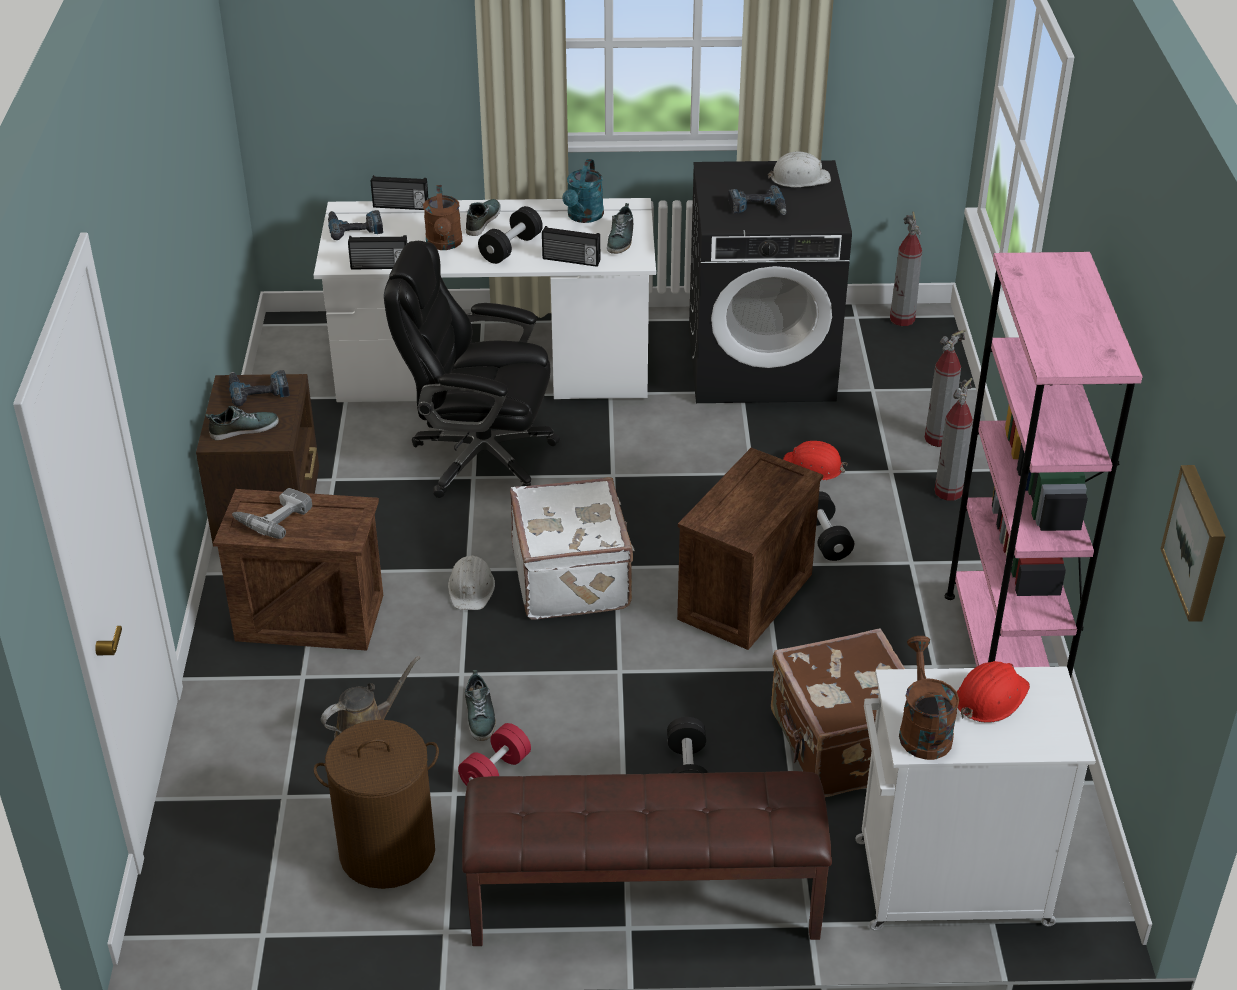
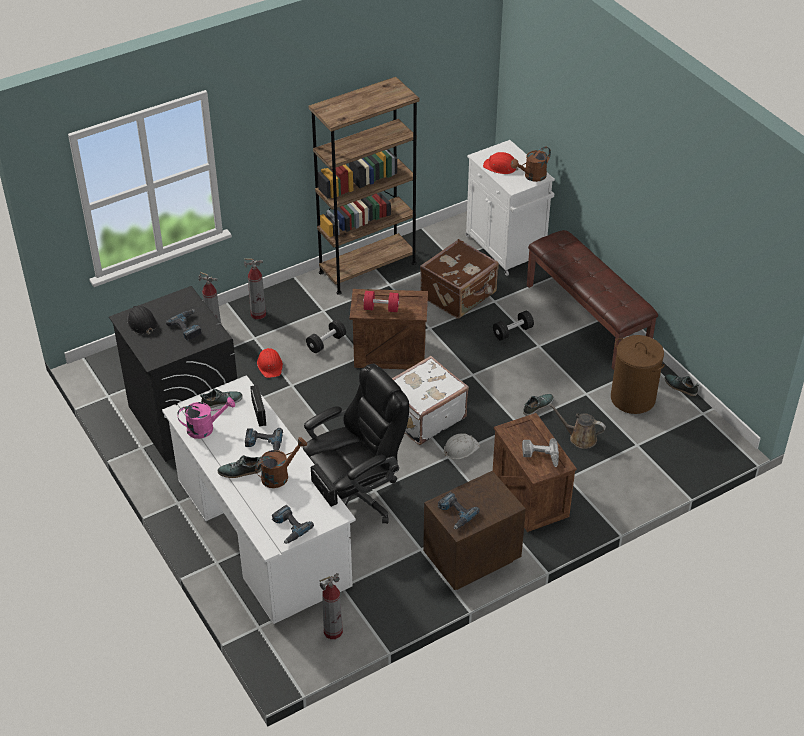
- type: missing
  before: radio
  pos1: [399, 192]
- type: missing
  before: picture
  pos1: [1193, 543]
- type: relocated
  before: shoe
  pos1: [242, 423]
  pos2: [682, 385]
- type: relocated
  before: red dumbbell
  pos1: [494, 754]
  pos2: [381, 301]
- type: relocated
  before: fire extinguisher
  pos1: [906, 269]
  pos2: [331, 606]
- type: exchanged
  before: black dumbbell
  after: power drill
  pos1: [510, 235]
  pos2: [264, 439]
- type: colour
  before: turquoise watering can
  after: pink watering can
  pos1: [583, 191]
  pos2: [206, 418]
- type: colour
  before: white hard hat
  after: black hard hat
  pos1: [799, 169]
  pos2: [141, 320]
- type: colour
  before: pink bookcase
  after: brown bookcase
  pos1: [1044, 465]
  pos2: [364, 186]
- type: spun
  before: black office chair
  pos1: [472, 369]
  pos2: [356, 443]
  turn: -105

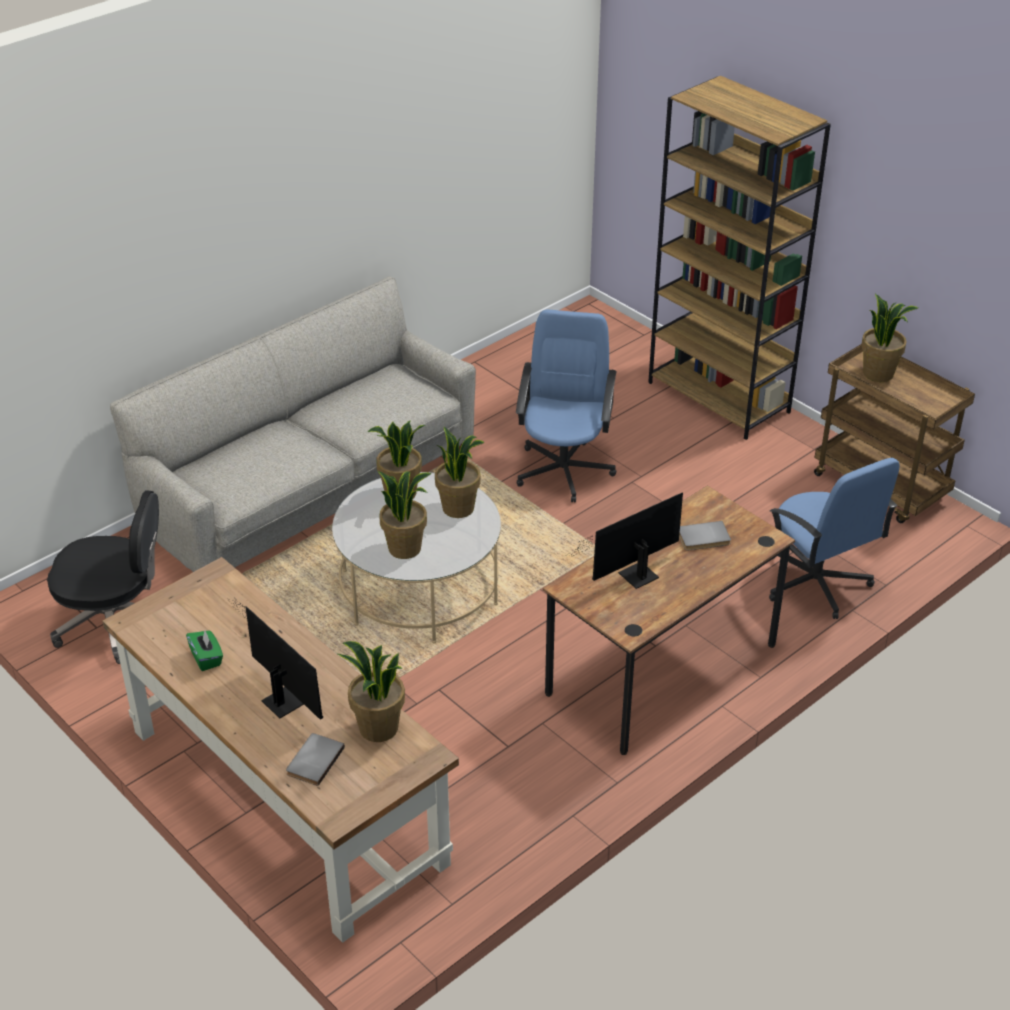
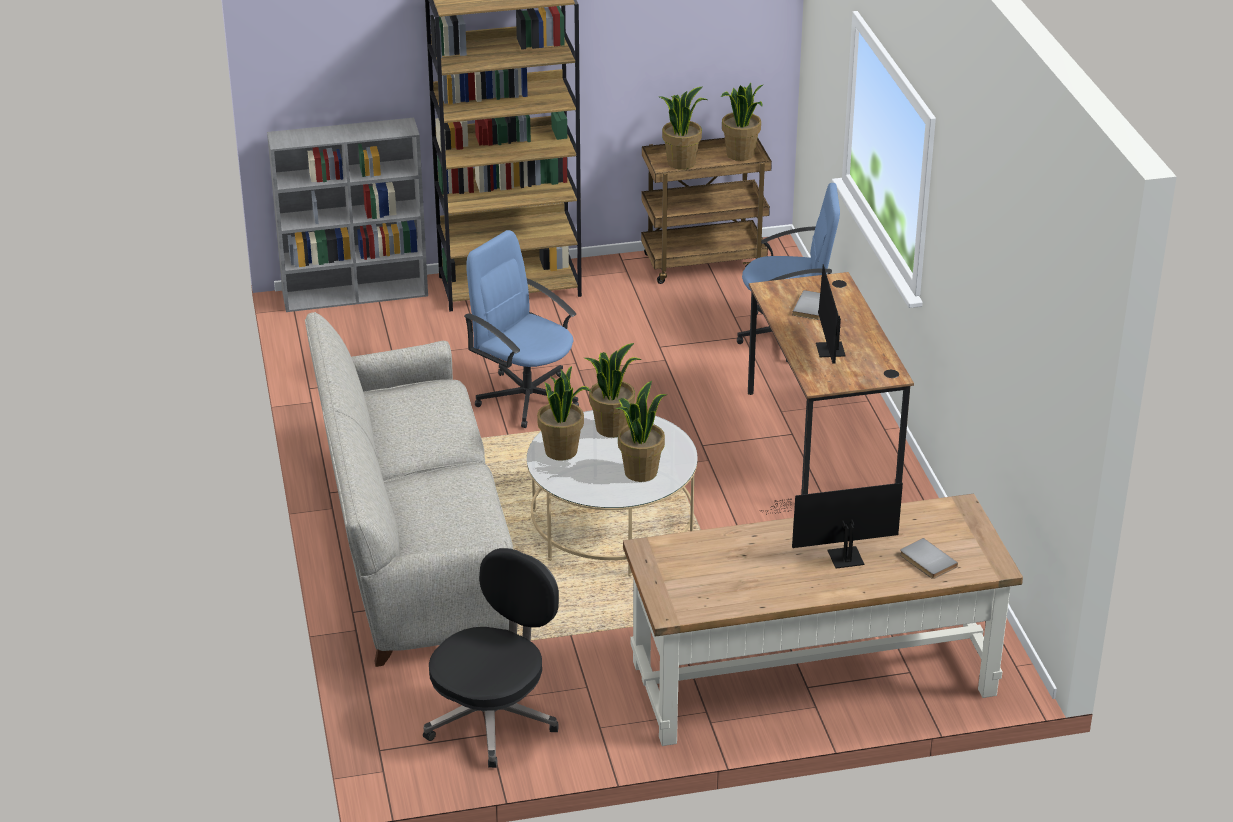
- type: missing
  before: green tissue box
  pos1: [204, 650]
- type: appeared
  after: grey bookcase
  pos2: [347, 215]
- type: relocated
  before: potted plant
  pos1: [370, 691]
  pos2: [742, 122]

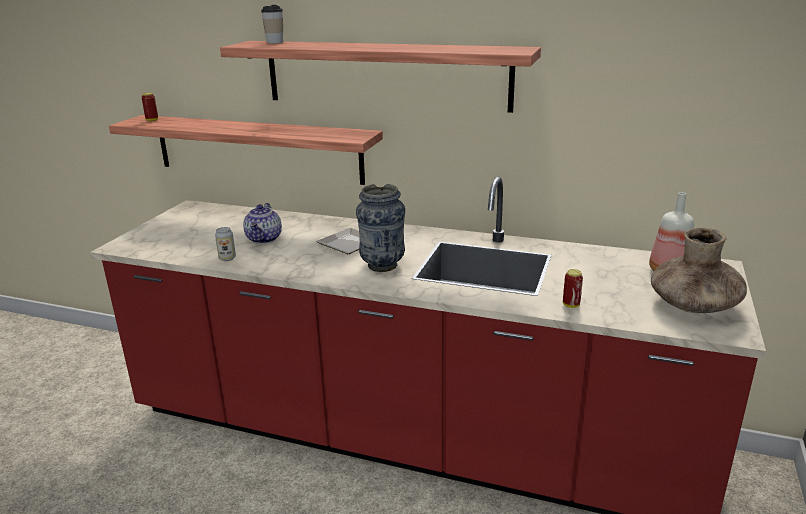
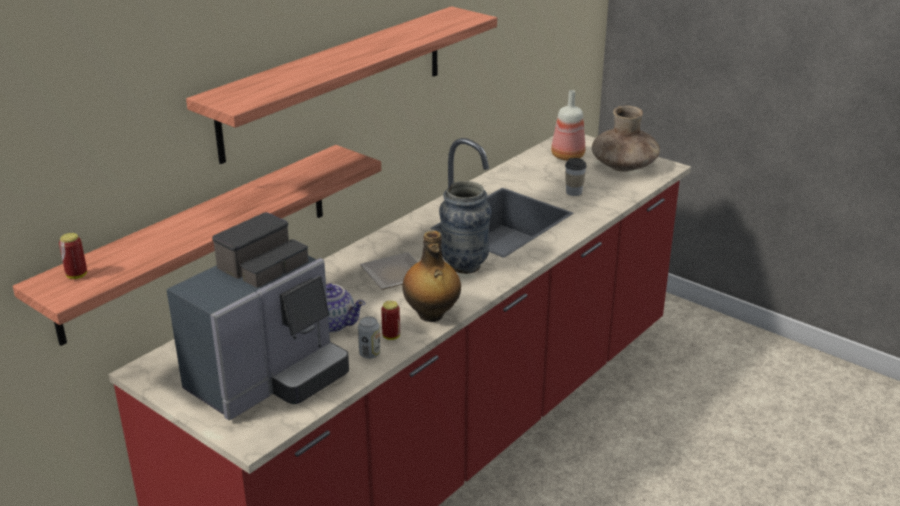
- type: appeared
  after: coffee machine
  pos2: [257, 316]
- type: appeared
  after: bottle
  pos2: [431, 276]
- type: relocated
  before: cup
  pos1: [272, 24]
  pos2: [576, 177]
- type: relocated
  before: can
  pos1: [573, 288]
  pos2: [390, 320]

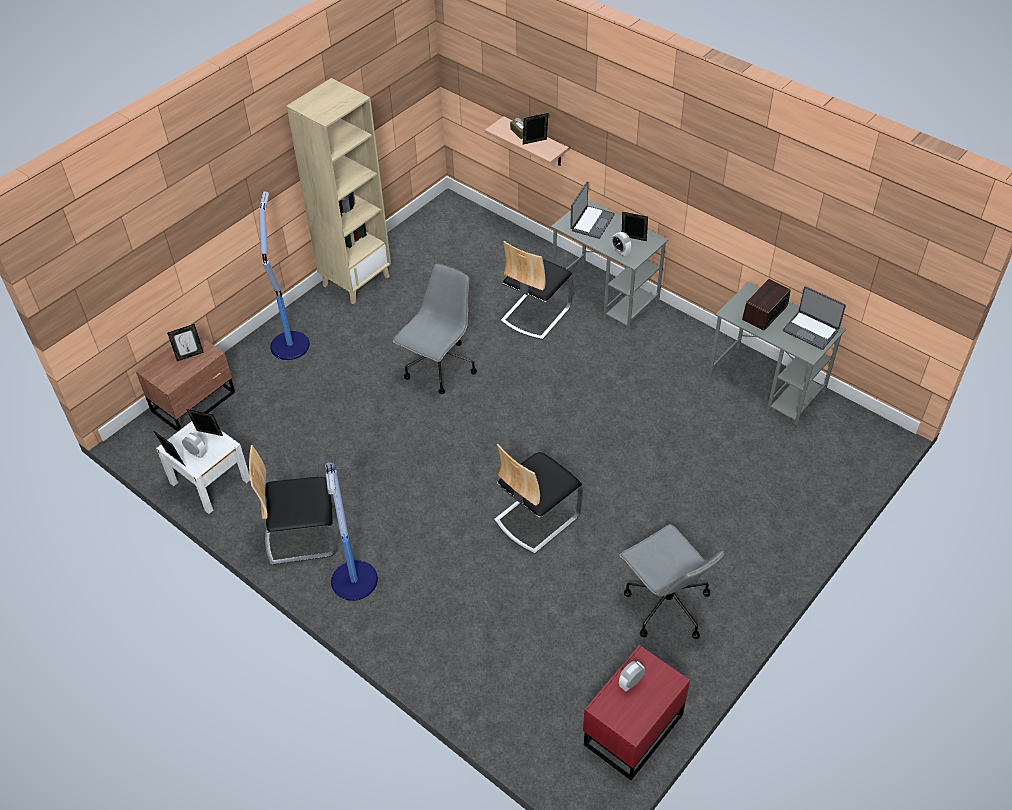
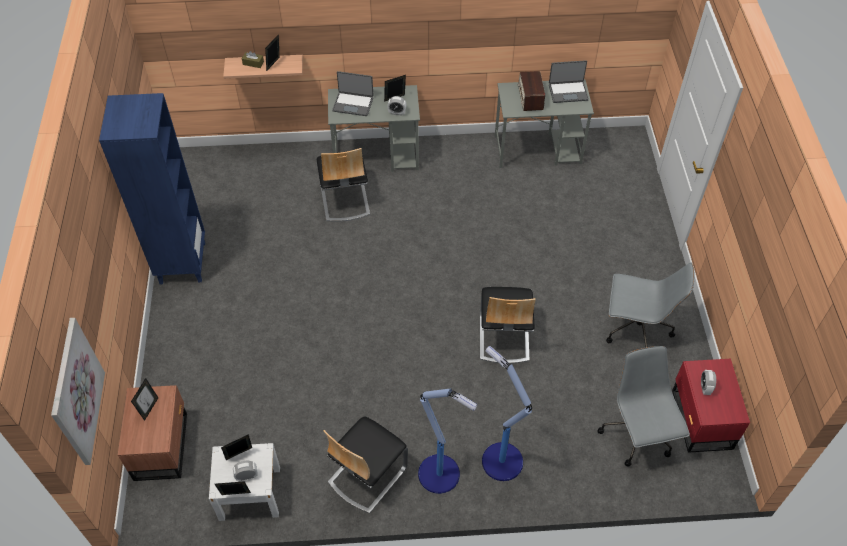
- type: appeared
  after: picture
  pos2: [78, 391]
- type: relocated
  before: floor lamp
  pos1: [284, 275]
  pos2: [507, 413]
- type: relocated
  before: grey office chair
  pos1: [435, 329]
  pos2: [643, 406]
- type: colour
  before: beige bookcase
  after: blue bookcase
  pos1: [338, 191]
  pos2: [152, 188]
- type: spun
  before: laptop
  pos1: [592, 210]
  pos2: [353, 93]
  turn: 120

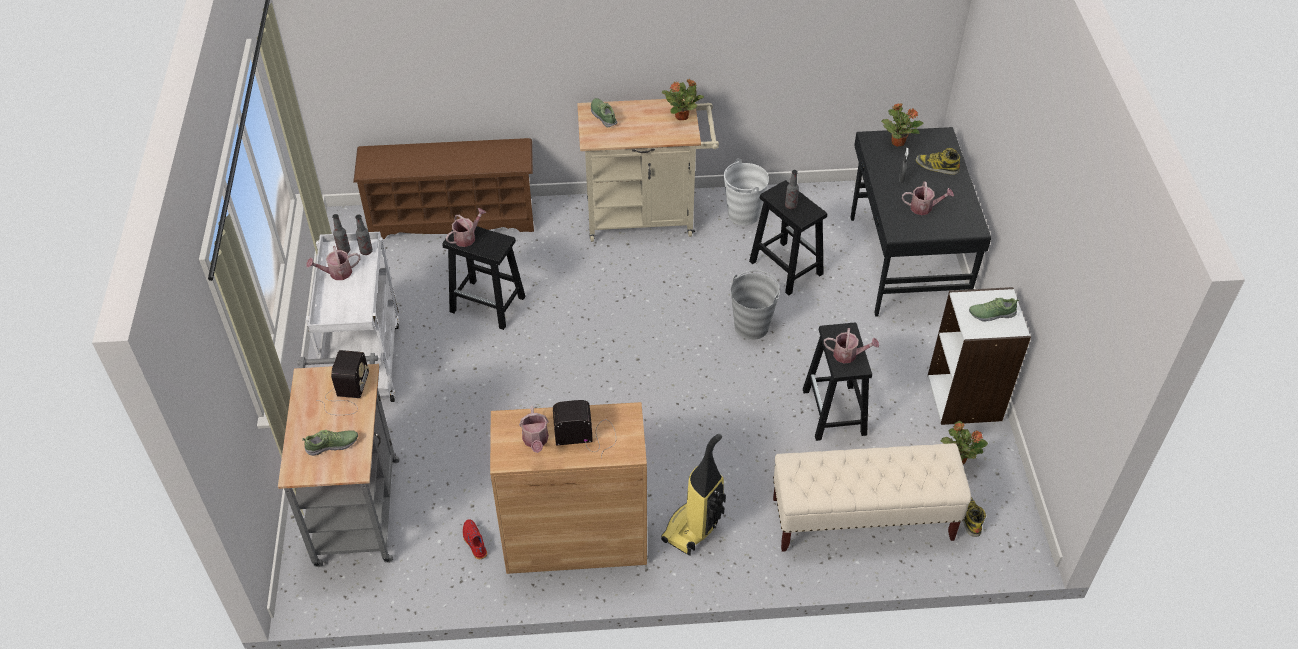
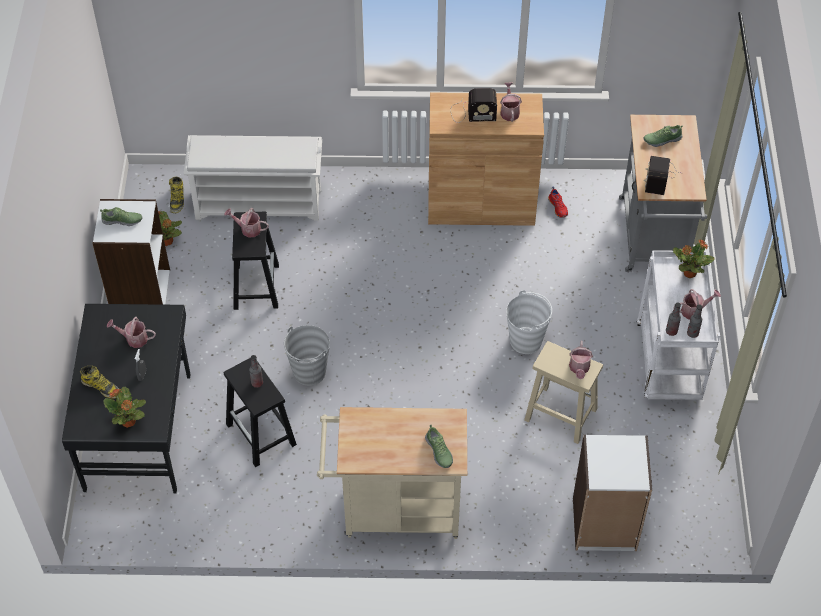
- type: missing
  before: vacuum cleaner
  pos1: [693, 495]
- type: relocated
  before: potted plant
  pos1: [683, 99]
  pos2: [694, 258]
- type: relocated
  before: white bucket
  pos1: [746, 191]
  pos2: [529, 322]
- type: exchanged
  before: brown shoe rack
  after: white bookcase
  pos1: [443, 188]
  pos2: [612, 493]
- type: exchanged
  before: beige bench
  after: white shoe rack
  pos1: [872, 497]
  pos2: [252, 178]
- type: colour
  before: black stool
  after: beige stool
  pos1: [483, 278]
  pos2: [563, 392]
- type: spun
  before: watering can
  pos1: [466, 227]
  pos2: [581, 360]
  turn: -45

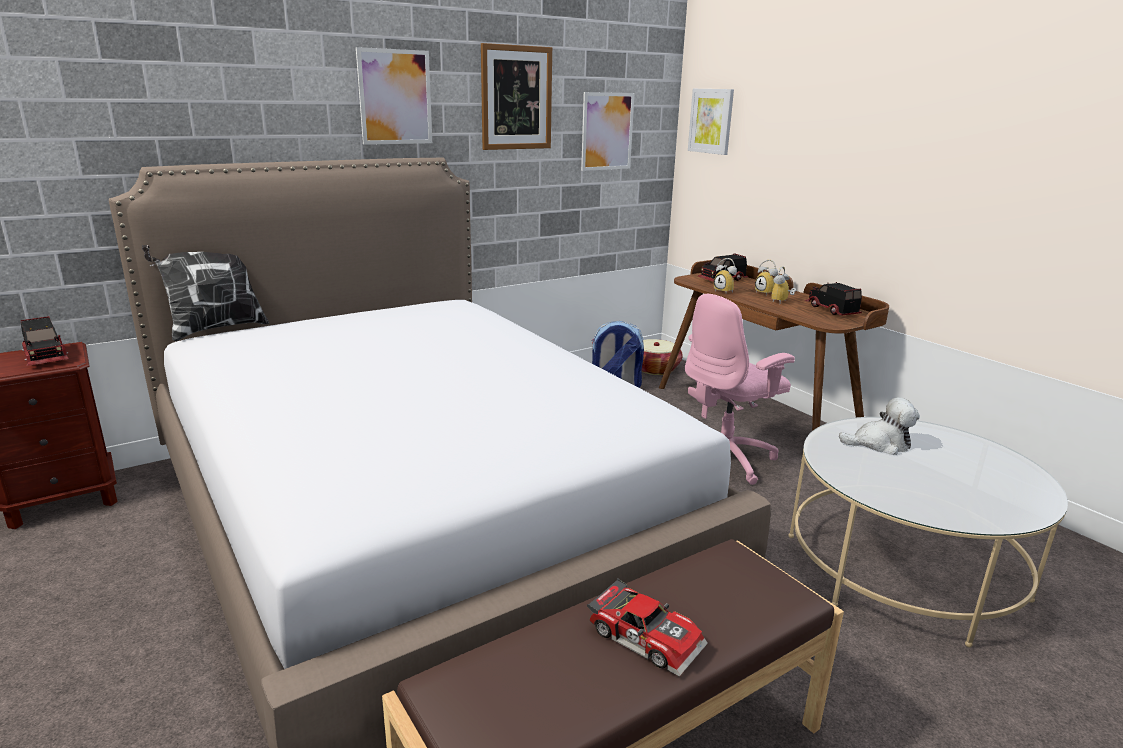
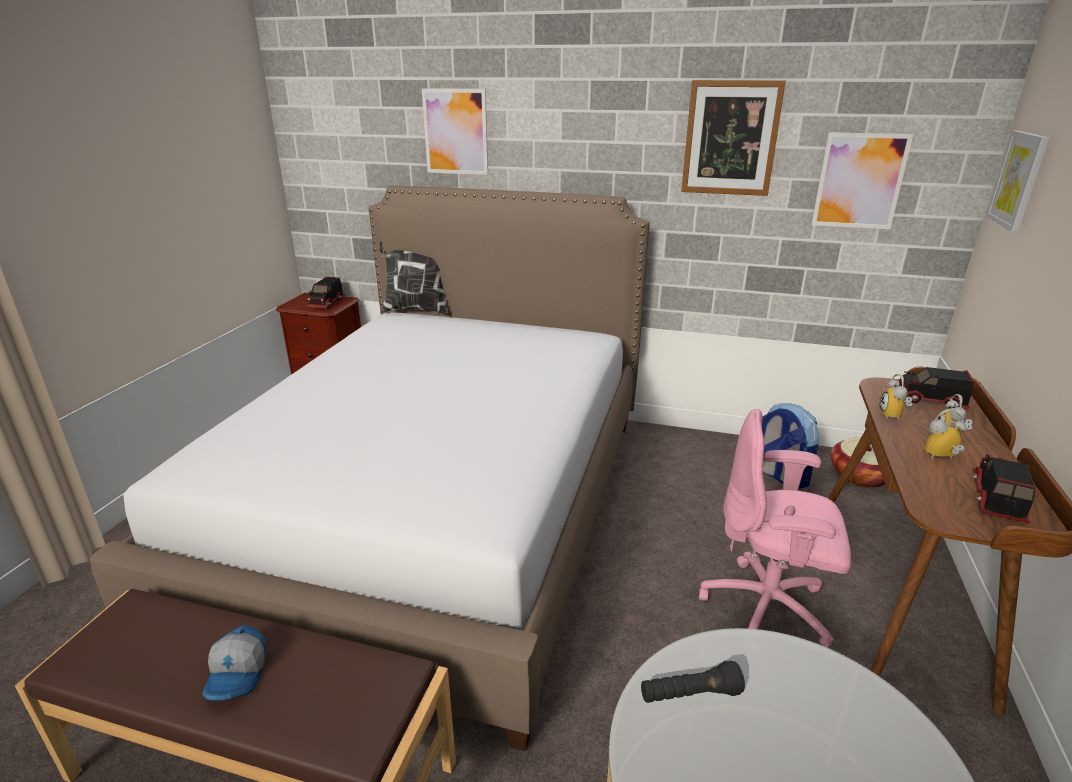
- type: missing
  before: plush toy
  pos1: [879, 426]
- type: appeared
  after: black flashlight
  pos2: [693, 682]
- type: relocated
  before: picture
  pos1: [394, 96]
  pos2: [455, 131]
- type: exchanged
  before: toy car
  after: cap
  pos1: [647, 627]
  pos2: [234, 663]

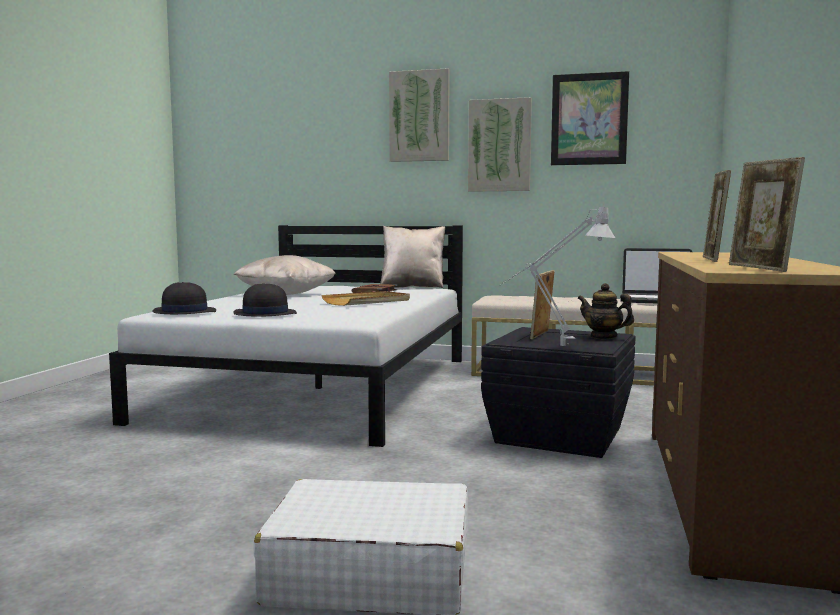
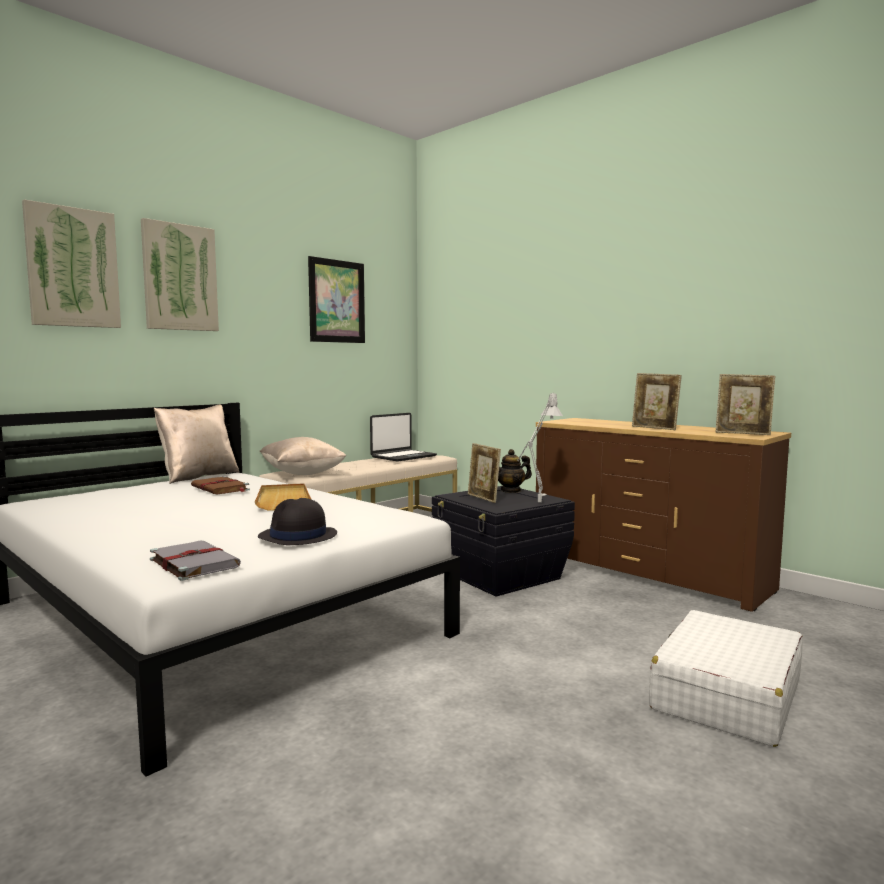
- type: relocated
  before: beige pillow
  pos1: [285, 275]
  pos2: [303, 456]
- type: relocated
  before: picture
  pos1: [500, 144]
  pos2: [71, 263]
- type: exchanged
  before: black hat
  after: grey book
  pos1: [184, 298]
  pos2: [195, 561]

